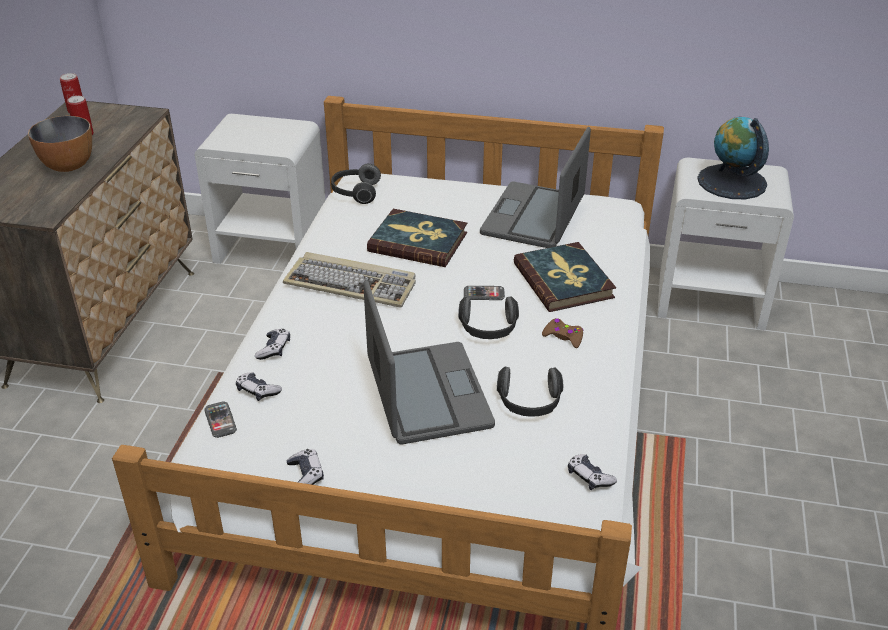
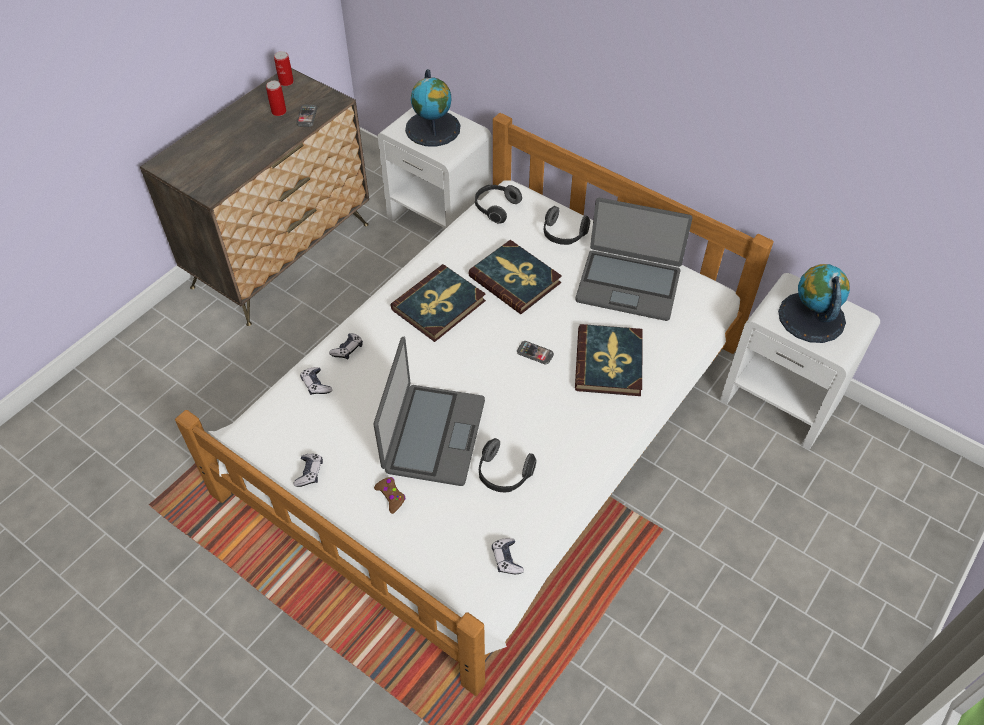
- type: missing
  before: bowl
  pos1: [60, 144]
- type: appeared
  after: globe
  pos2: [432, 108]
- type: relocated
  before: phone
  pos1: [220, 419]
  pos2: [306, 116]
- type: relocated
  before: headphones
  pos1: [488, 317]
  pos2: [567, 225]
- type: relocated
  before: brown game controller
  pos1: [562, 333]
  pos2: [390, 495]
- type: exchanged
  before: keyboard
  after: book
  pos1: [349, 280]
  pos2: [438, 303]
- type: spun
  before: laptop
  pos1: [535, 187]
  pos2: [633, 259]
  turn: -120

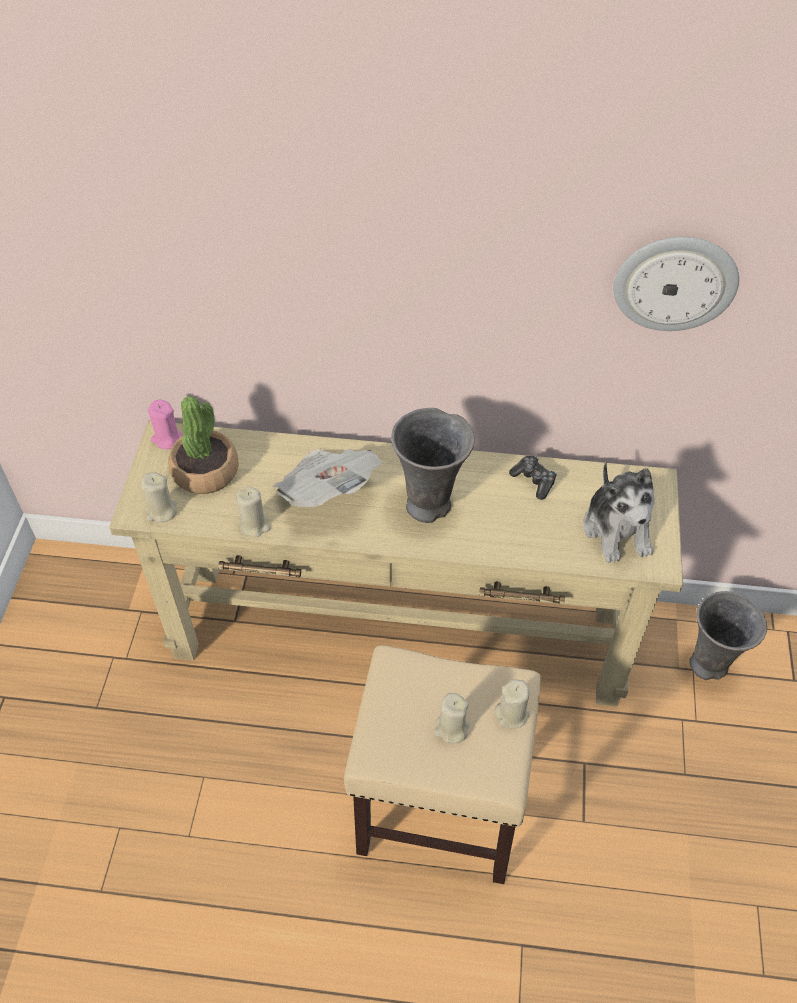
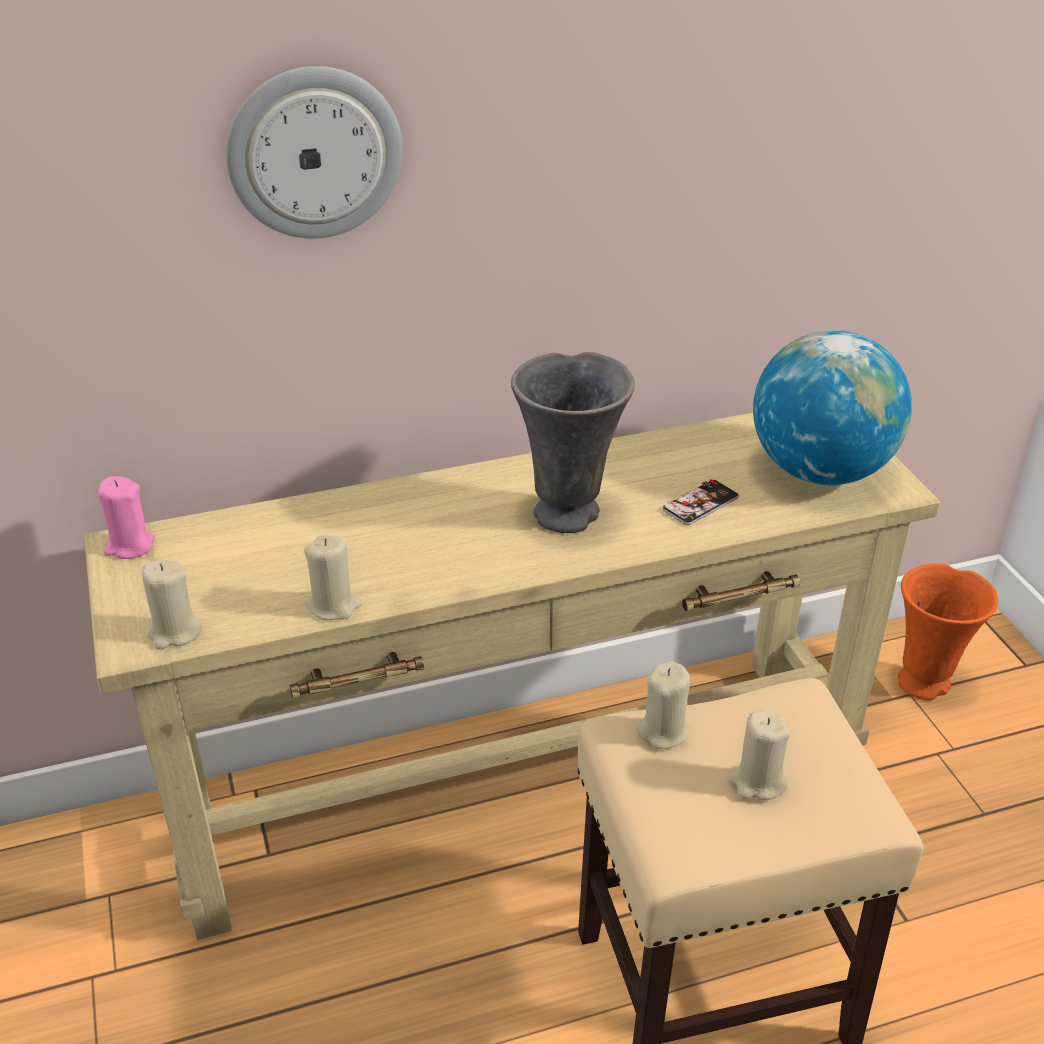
- type: missing
  before: potted plant
  pos1: [203, 445]
- type: missing
  before: newspaper
  pos1: [327, 478]
- type: missing
  before: game controller
  pos1: [533, 478]
- type: appeared
  after: phone
  pos2: [700, 502]
- type: relocated
  before: beige candle
  pos1: [512, 703]
  pos2: [663, 705]
- type: relocated
  before: wall clock
  pos1: [676, 284]
  pos2: [314, 152]
- type: exchanged
  before: plush toy
  after: globe
  pos1: [619, 512]
  pos2: [832, 407]
- type: colour
  before: grey vase
  after: orange vase
  pos1: [728, 635]
  pos2: [948, 632]

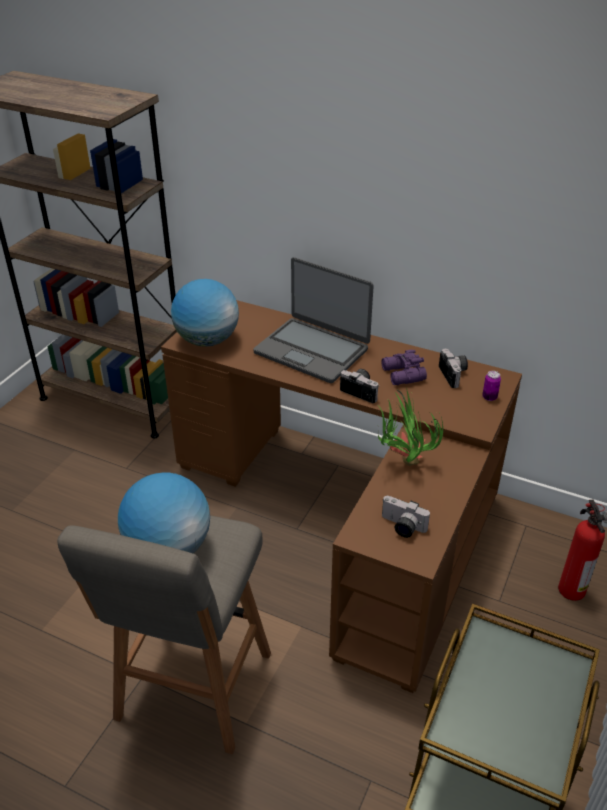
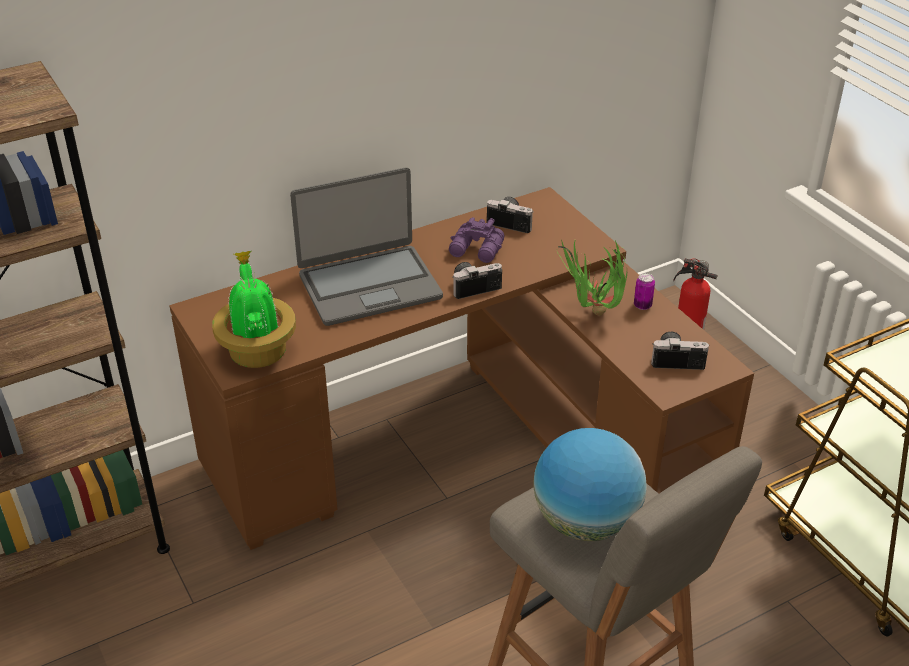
- type: relocated
  before: can
  pos1: [491, 386]
  pos2: [644, 291]
- type: exchanged
  before: globe
  after: potted plant
  pos1: [205, 313]
  pos2: [254, 309]
- type: spun
  before: photo camera
  pos1: [406, 517]
  pos2: [680, 351]
  turn: -150

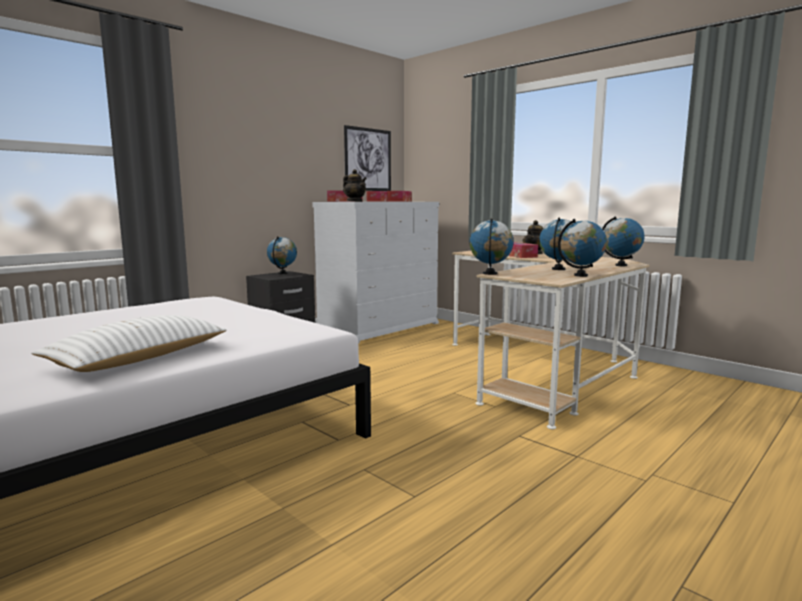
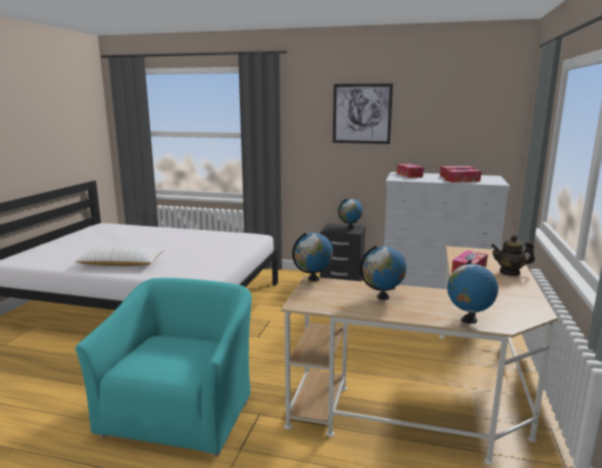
- type: missing
  before: teapot
  pos1: [355, 185]
- type: missing
  before: globe
  pos1: [582, 248]
- type: appeared
  after: turquoise armchair
  pos2: [163, 367]
- type: relocated
  before: picture
  pos1: [367, 158]
  pos2: [363, 113]

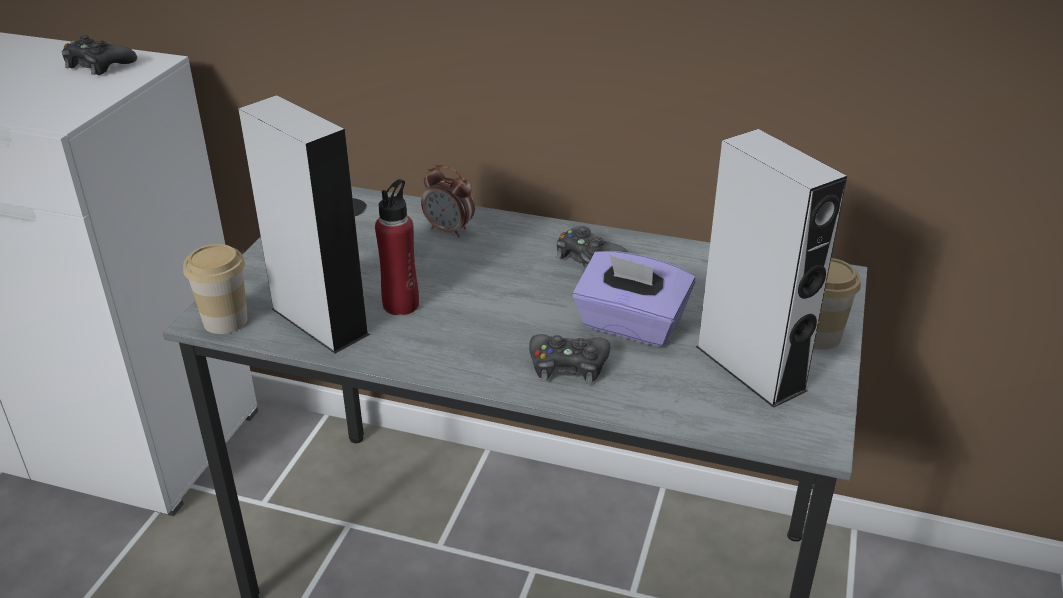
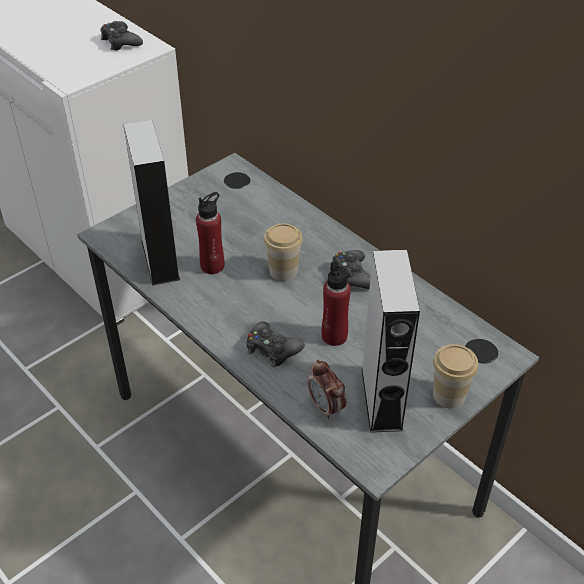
- type: relocated
  before: cup
  pos1: [215, 289]
  pos2: [283, 252]
- type: relocated
  before: alarm clock
  pos1: [448, 201]
  pos2: [327, 389]
- type: exchanged
  before: purple tissue box
  after: red bottle
  pos1: [634, 299]
  pos2: [336, 304]

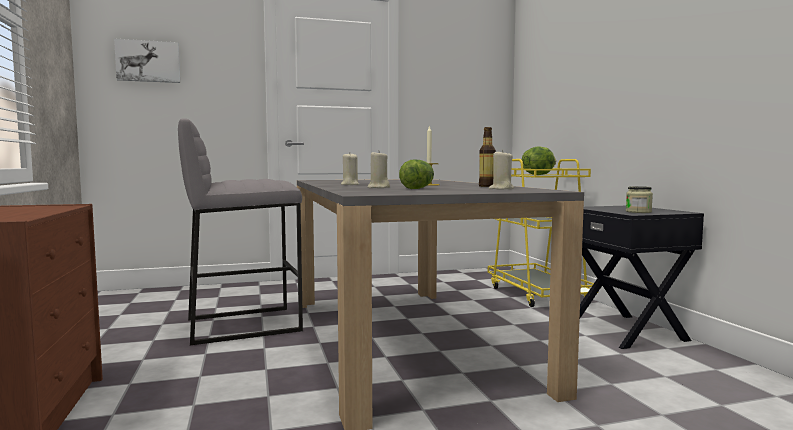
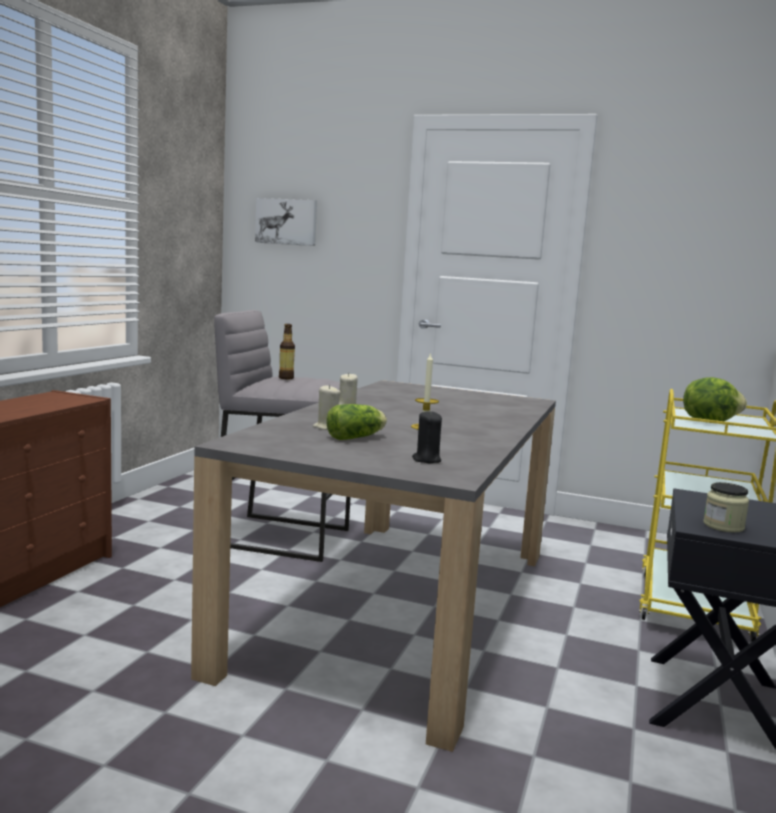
- type: relocated
  before: bottle
  pos1: [487, 157]
  pos2: [287, 351]
- type: colour
  before: beige candle
  after: black candle
  pos1: [501, 169]
  pos2: [427, 436]

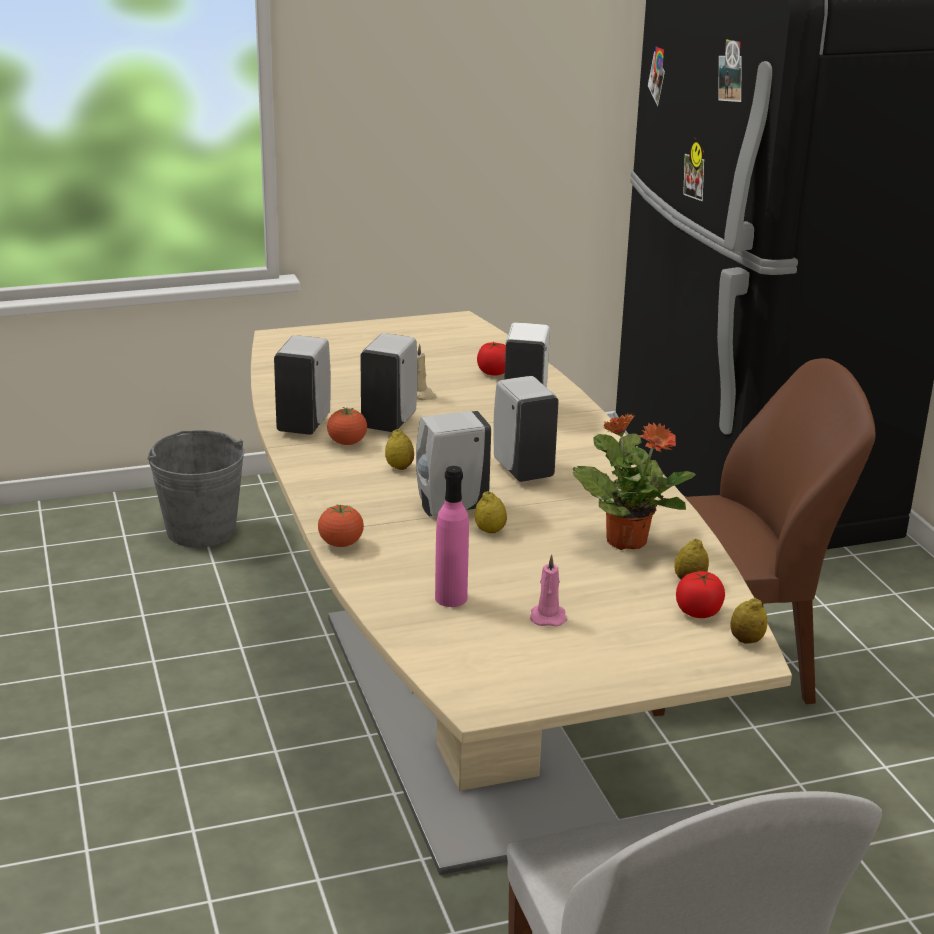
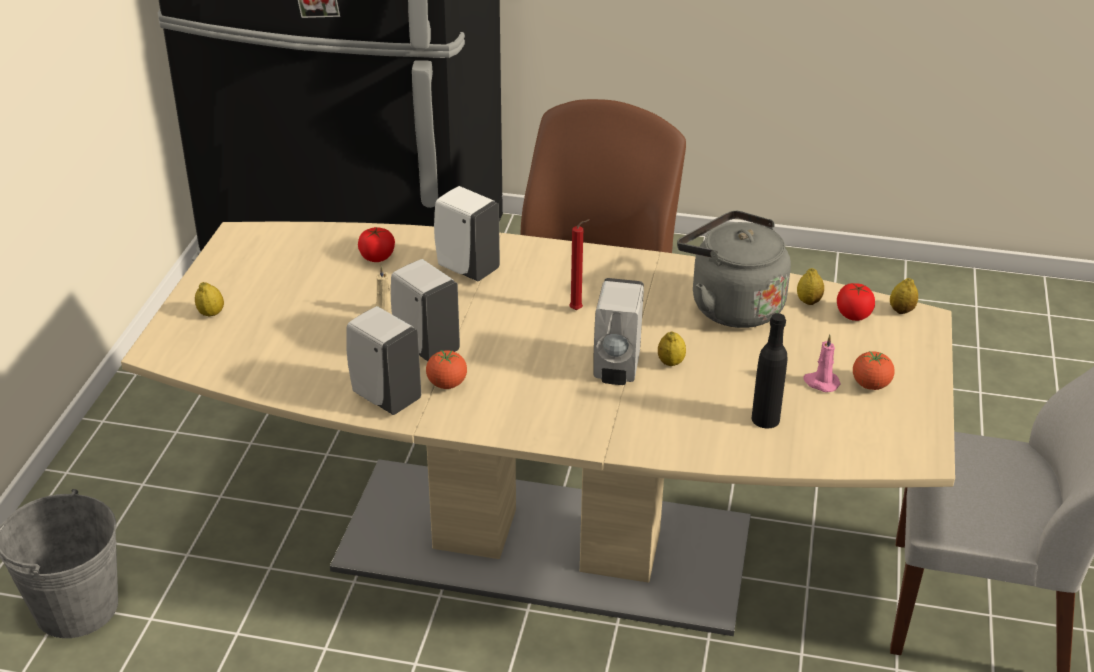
- type: relocated
  before: tomato
  pos1: [341, 525]
  pos2: [874, 370]
- type: relocated
  before: lemon
  pos1: [399, 449]
  pos2: [209, 299]
- type: exchanged
  before: white soap dispenser
  after: red candle
  pos1: [526, 429]
  pos2: [579, 264]
- type: exchanged
  before: potted plant
  after: grey kettle
  pos1: [634, 482]
  pos2: [734, 269]
- type: colour
  before: pink bottle
  after: black bottle
  pos1: [452, 536]
  pos2: [769, 370]

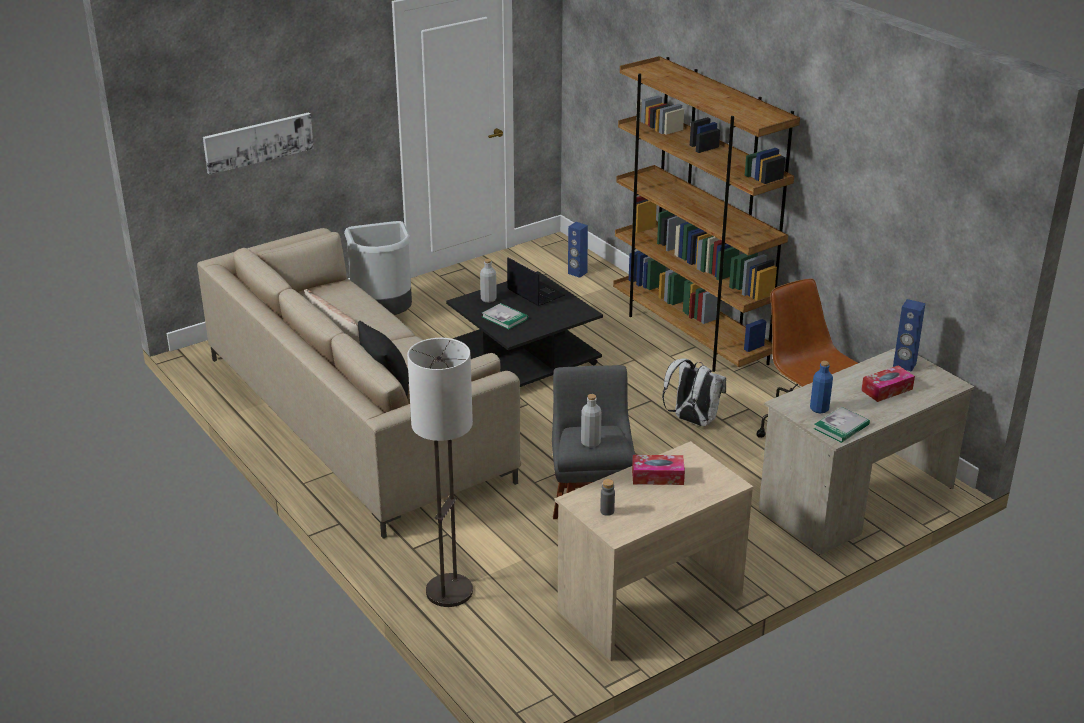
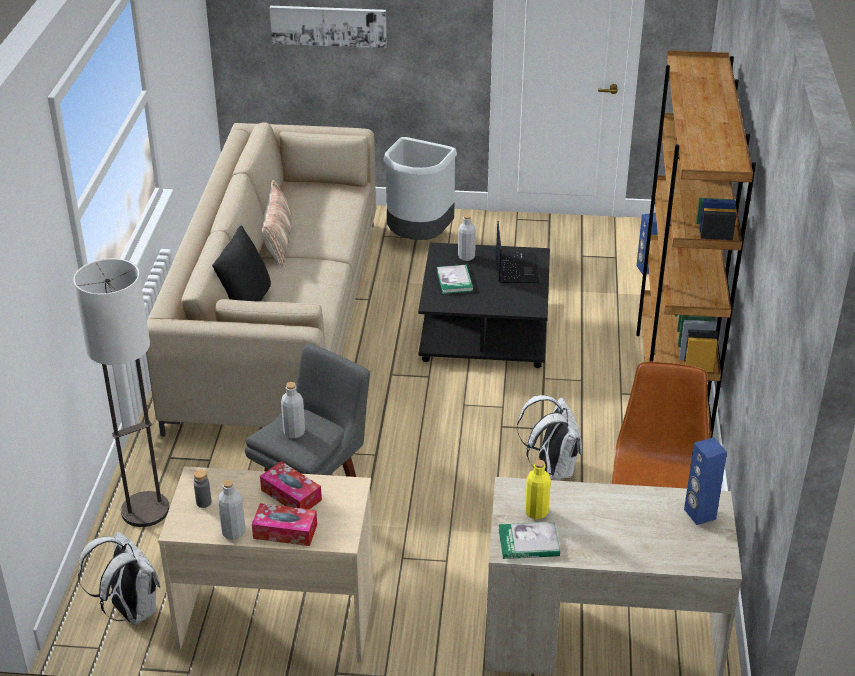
- type: appeared
  after: white backpack
  pos2: [119, 578]
- type: appeared
  after: grey bottle
  pos2: [232, 509]
- type: relocated
  before: tissue box
  pos1: [888, 383]
  pos2: [284, 524]
- type: colour
  before: blue bottle
  after: yellow bottle
  pos1: [821, 387]
  pos2: [538, 489]

